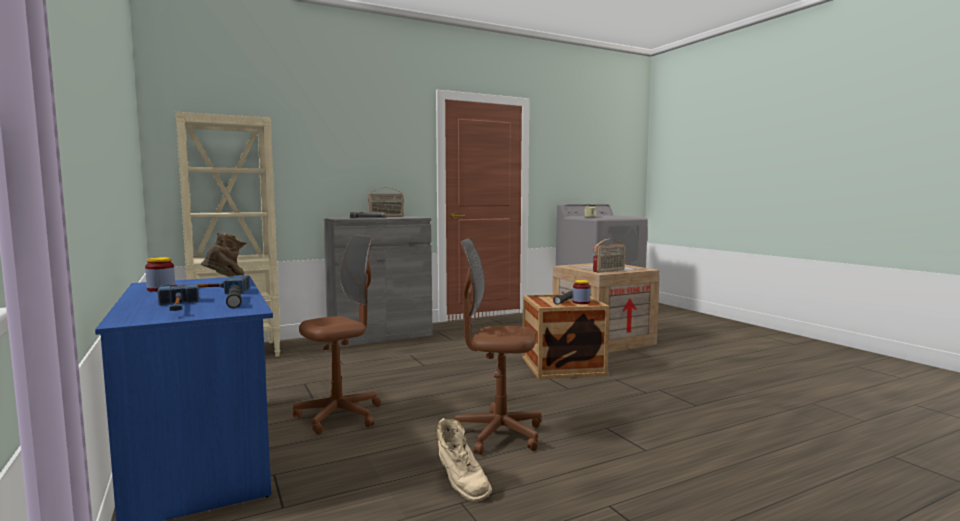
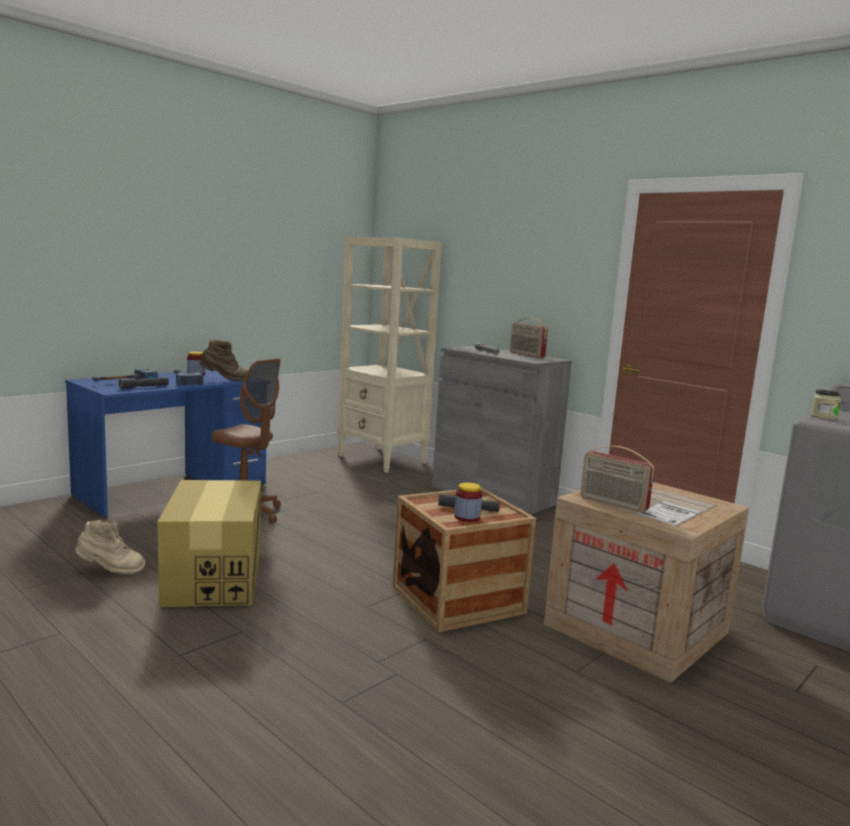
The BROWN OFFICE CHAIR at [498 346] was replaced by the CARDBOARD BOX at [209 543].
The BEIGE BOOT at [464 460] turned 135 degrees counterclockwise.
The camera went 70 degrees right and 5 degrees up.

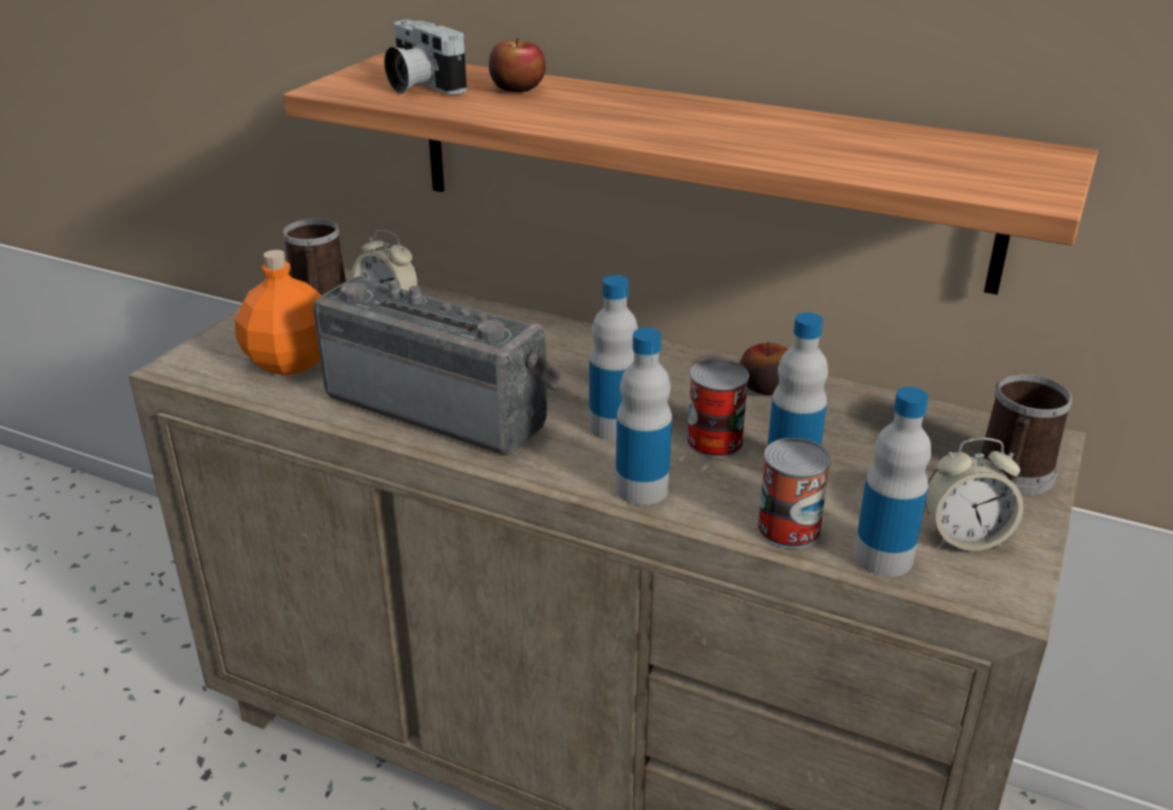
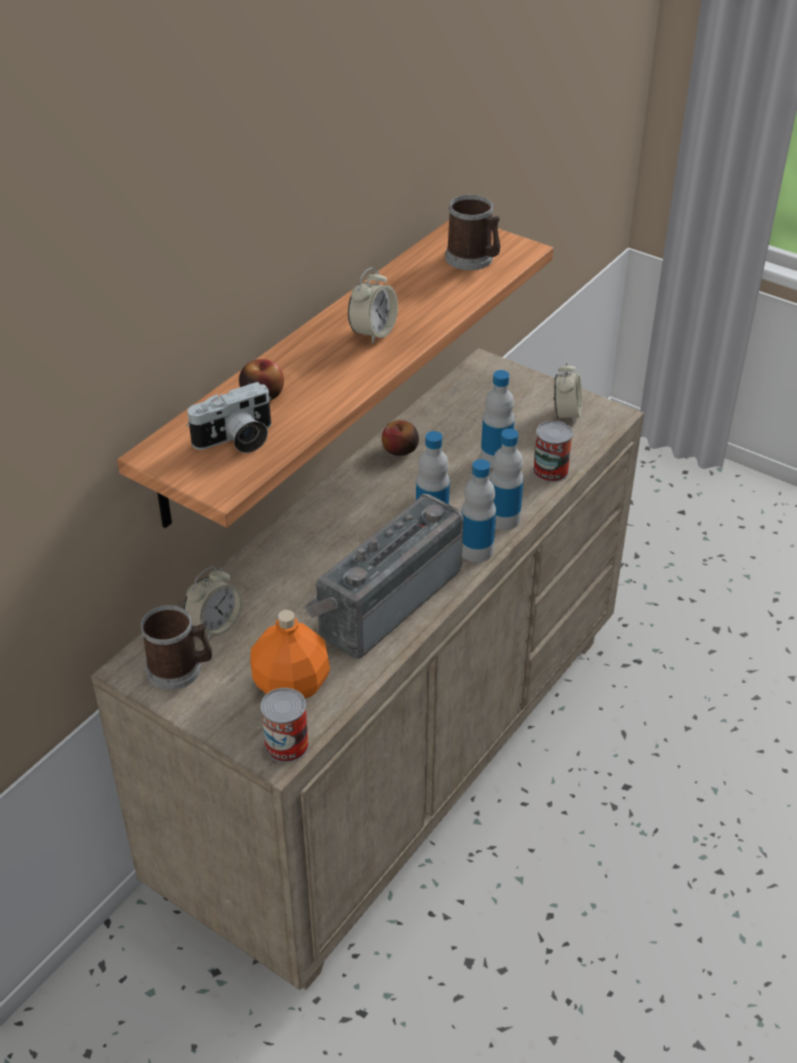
The CAN moved from [717 408] to [284 725].
The MUG moved from [1025 434] to [472 232].
The BOTTLE moved from [892 482] to [479 510].
The ALARM CLOCK at [373 305] appeared.
The camera went 80 degrees left and 10 degrees up.

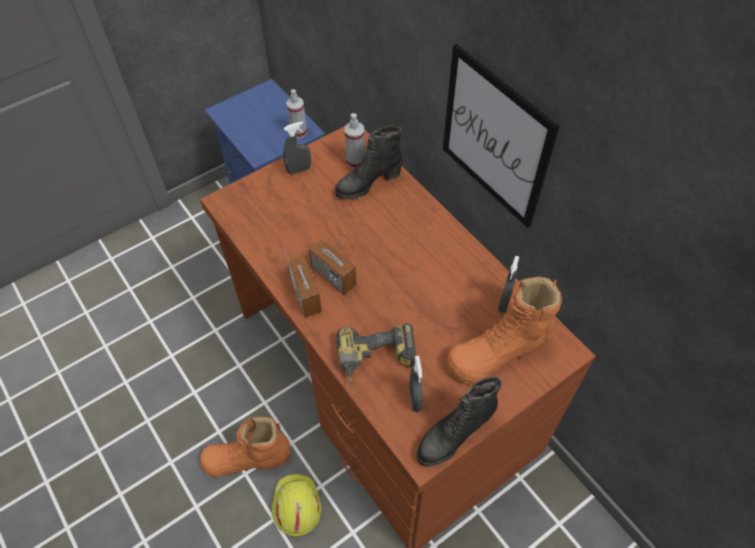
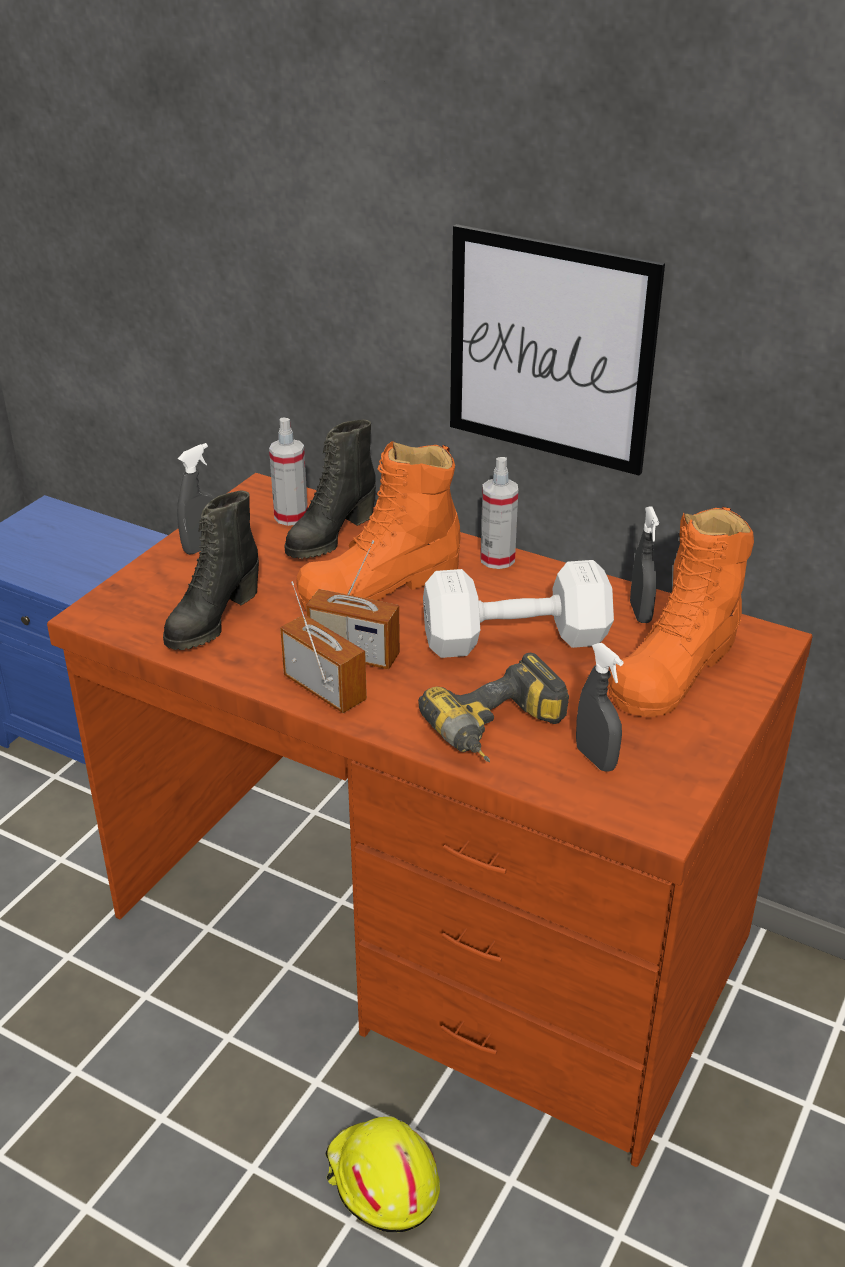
The SPRAY BOTTLE moved from [296 113] to [499 513].
The BLACK BOOT moved from [459 422] to [211 570].
The ORANGE BOOT moved from [245 446] to [378 525].
The WHITE DUMBBELL at [518 609] appeared.
The camera went 25 degrees left and 20 degrees down.

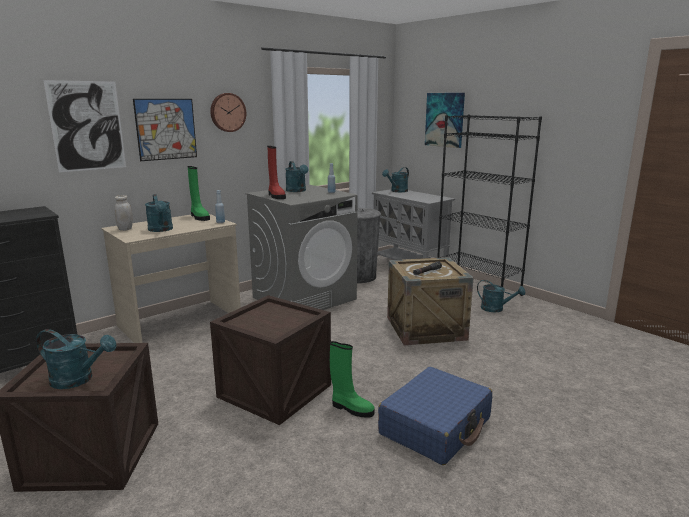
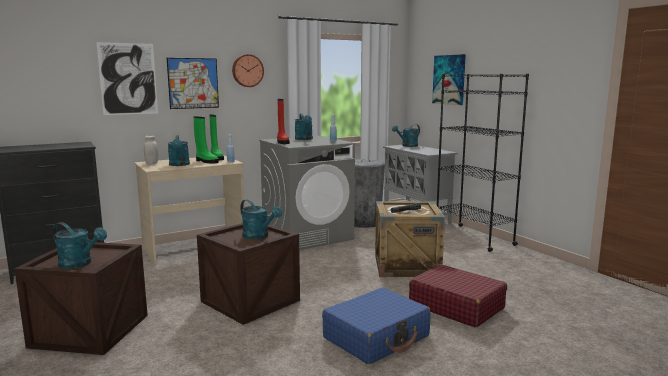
The TURQUOISE WATERING CAN moved from [501 296] to [261 219].
The GREEN BOOT moved from [352 379] to [206 139].
The RED SUITCASE at [458 296] appeared.
The camera went 10 degrees right and 5 degrees down.

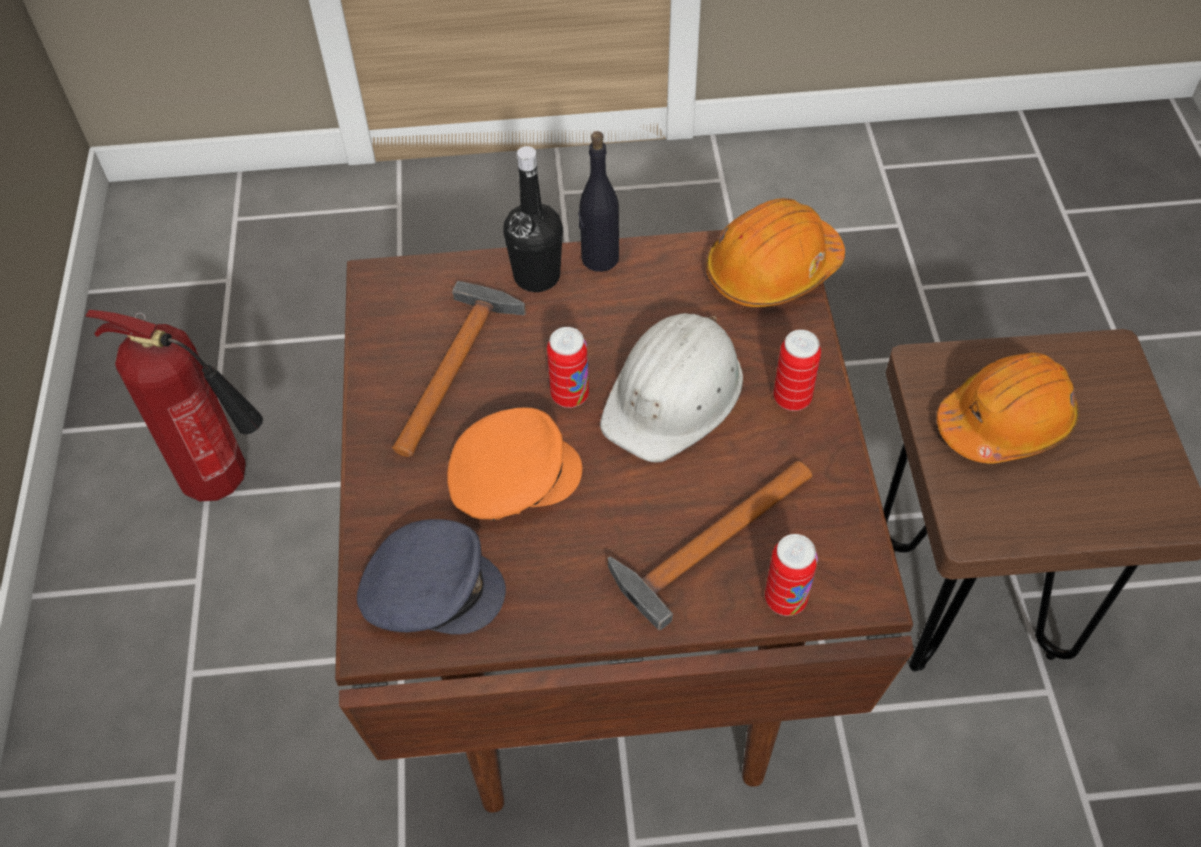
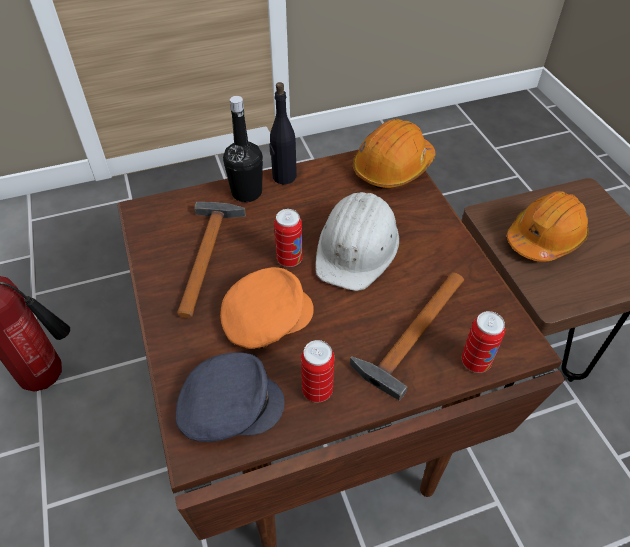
The CAN moved from [797 370] to [317 371].
The camera went 15 degrees left and 5 degrees down.

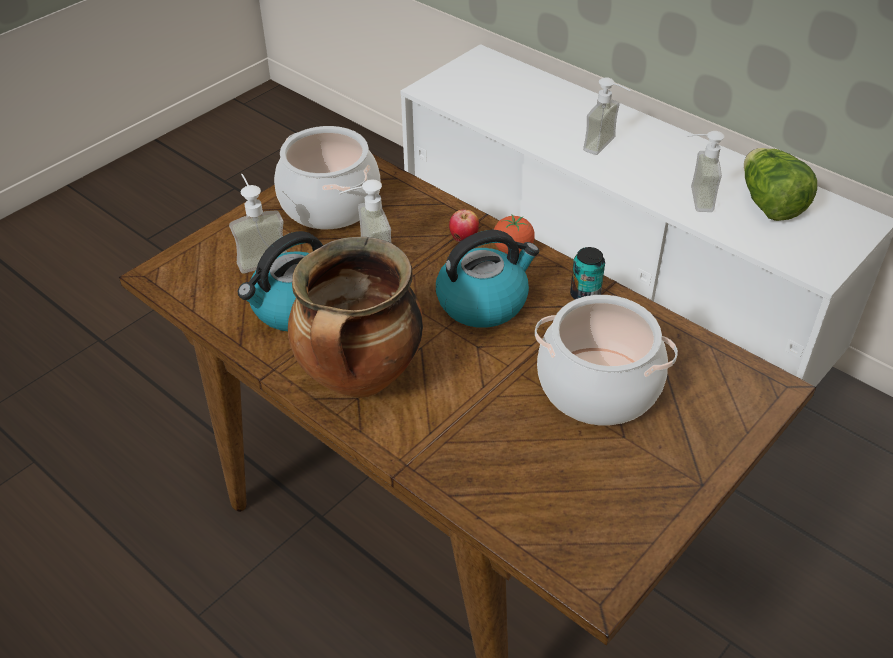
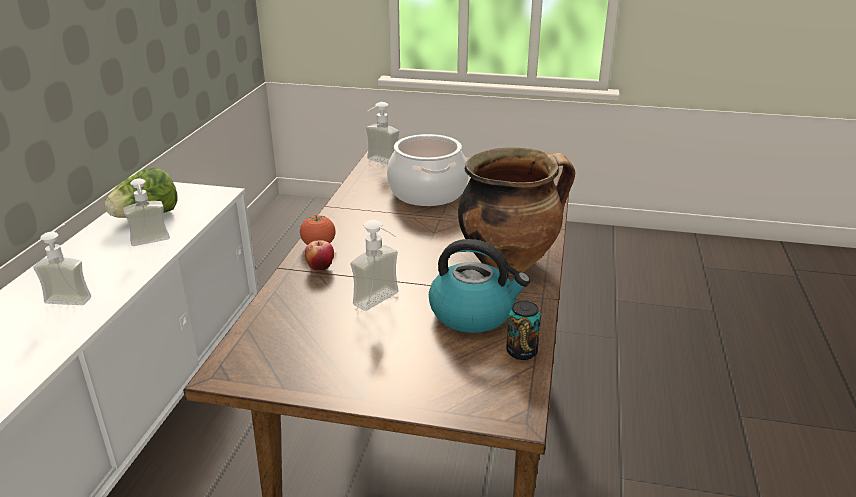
The COOKING POT at [327 177] disappeared.
The SOAP DISPENSER moved from [258 224] to [382 133].
The KETTLE at [487 279] disappeared.
The CAN moved from [587 273] to [523 330].
The camera went 120 degrees left and 15 degrees down.

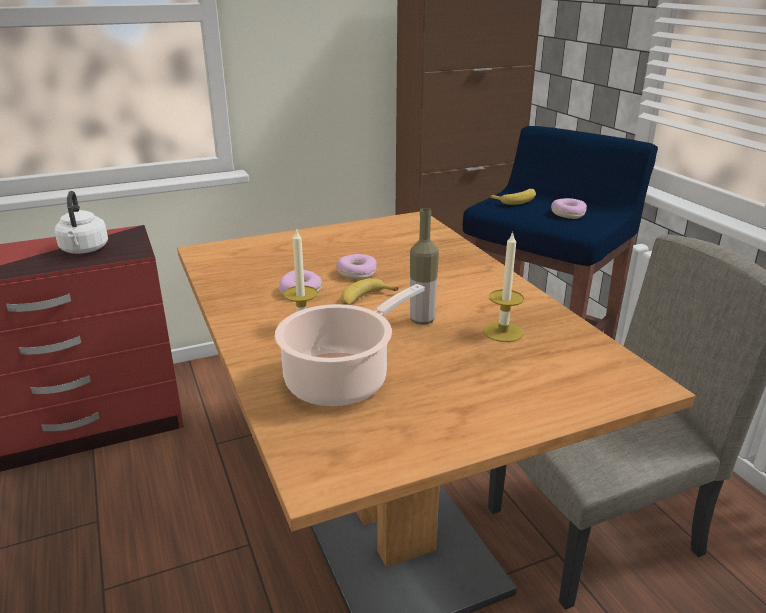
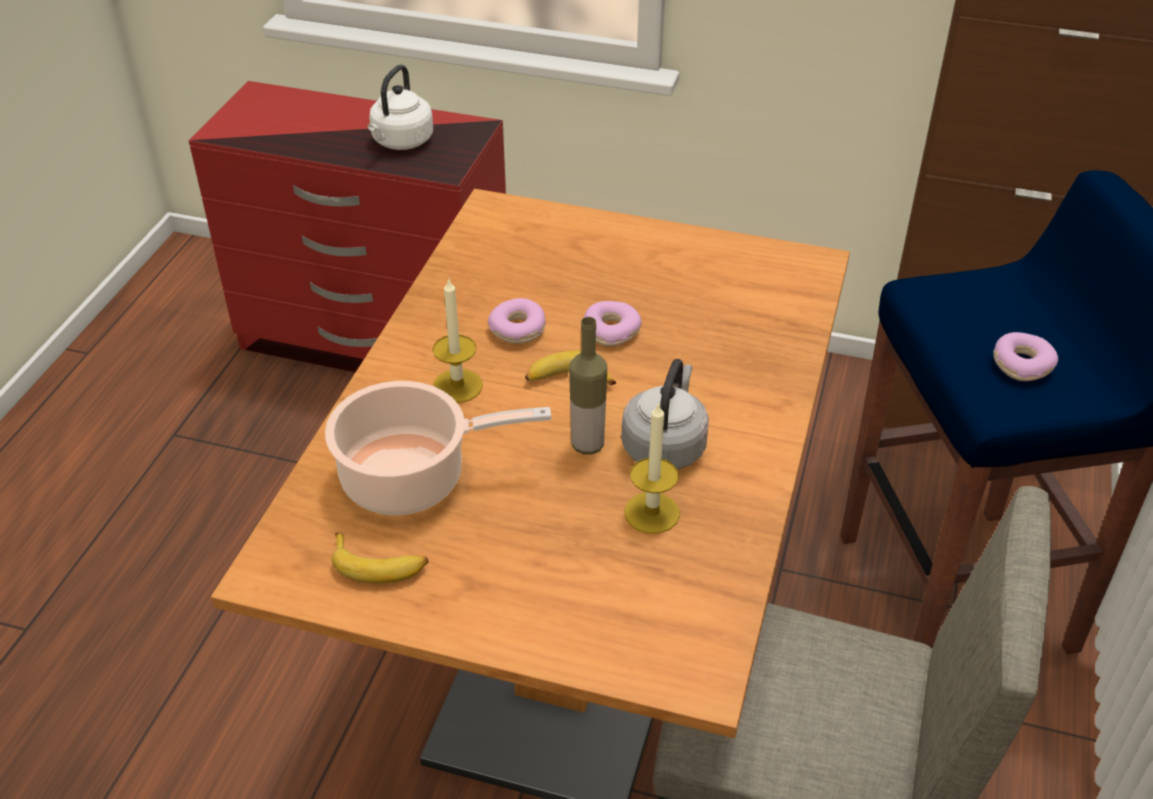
The BANANA moved from [513 197] to [380 557].
The GREY KETTLE at [665 414] appeared.
The camera went 40 degrees right and 15 degrees up.

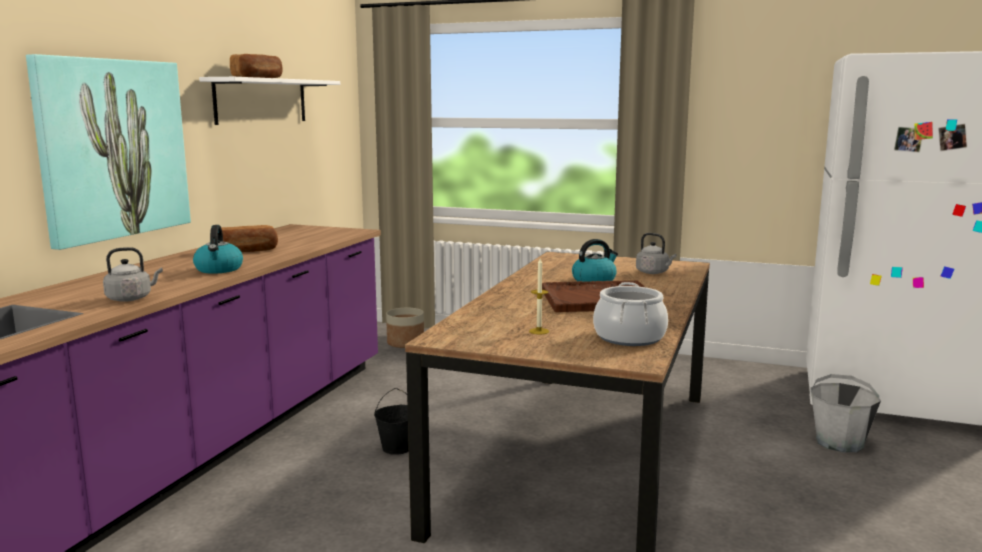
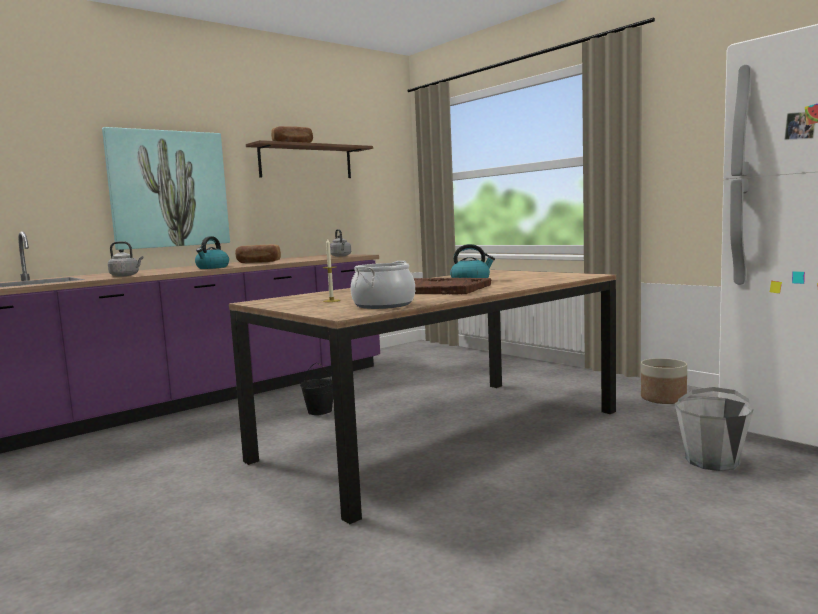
The WHITE SHELF at [269 101] became the BROWN SHELF at [309 159].
The GREY KETTLE moved from [656 253] to [340 243].
The PLANTER moved from [405 328] to [664 381].
The camera went 30 degrees right and 5 degrees down.

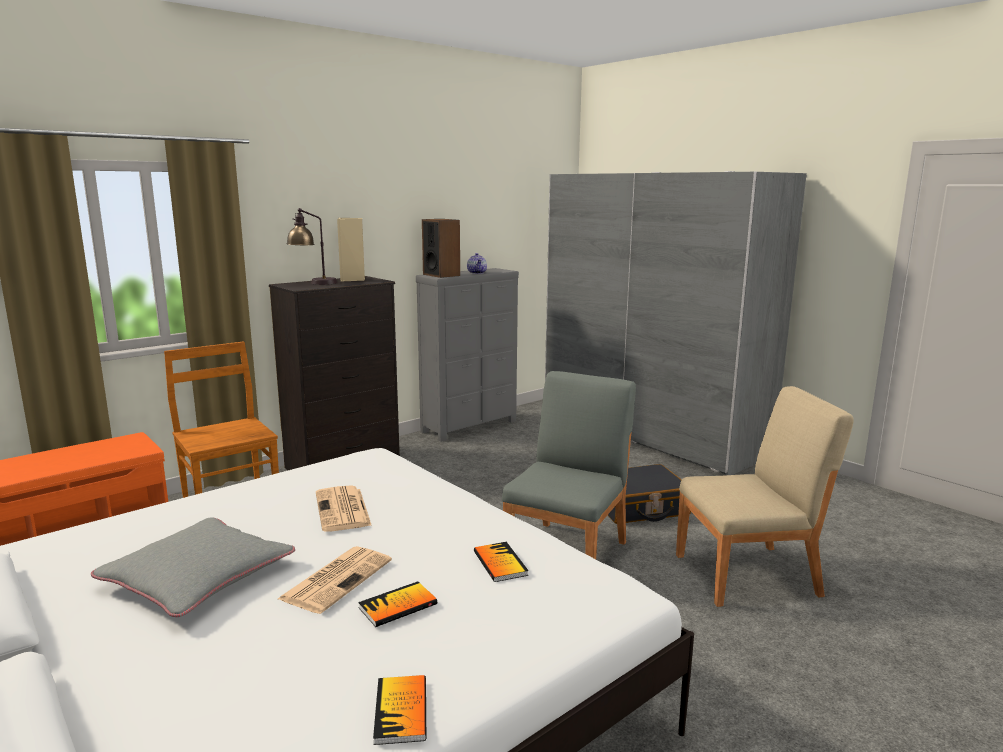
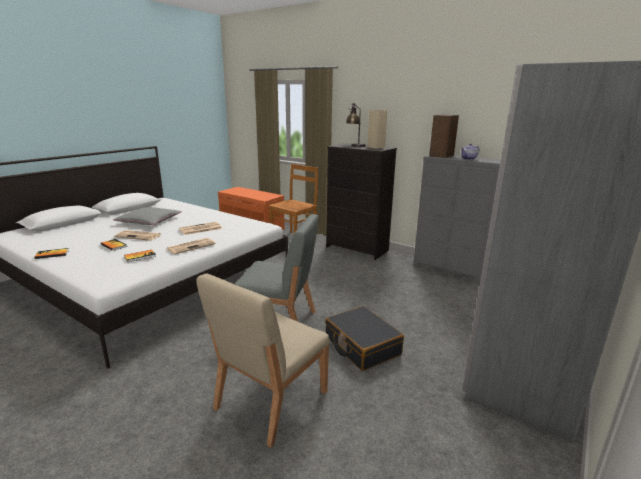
The BEIGE CHAIR at [765 496] turned 60 degrees clockwise.
The NEWSPAPER at [191 246] appeared.
The camera went 75 degrees right and 5 degrees up.

